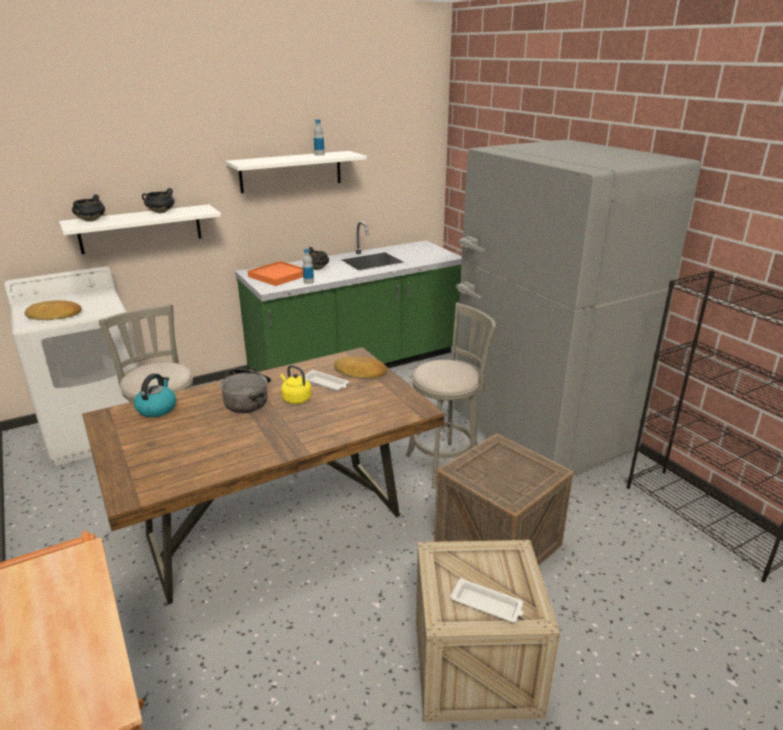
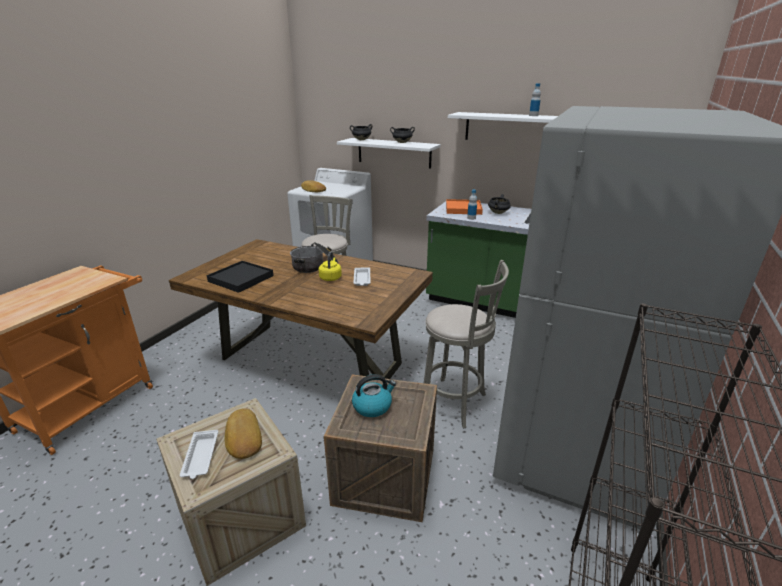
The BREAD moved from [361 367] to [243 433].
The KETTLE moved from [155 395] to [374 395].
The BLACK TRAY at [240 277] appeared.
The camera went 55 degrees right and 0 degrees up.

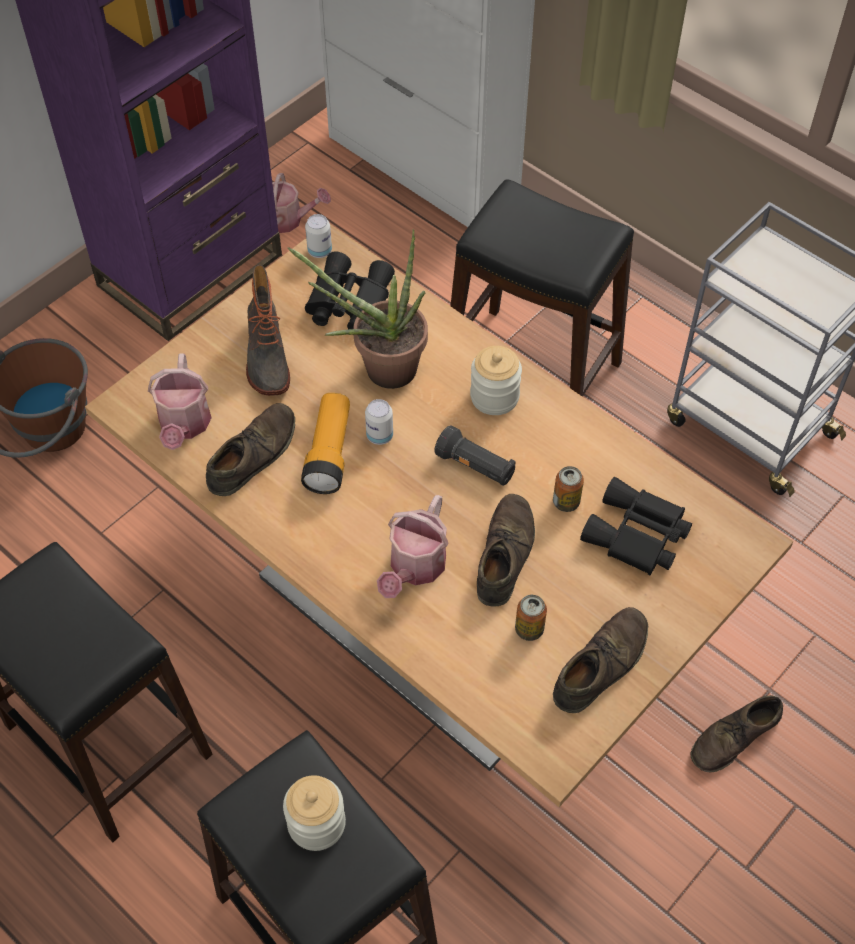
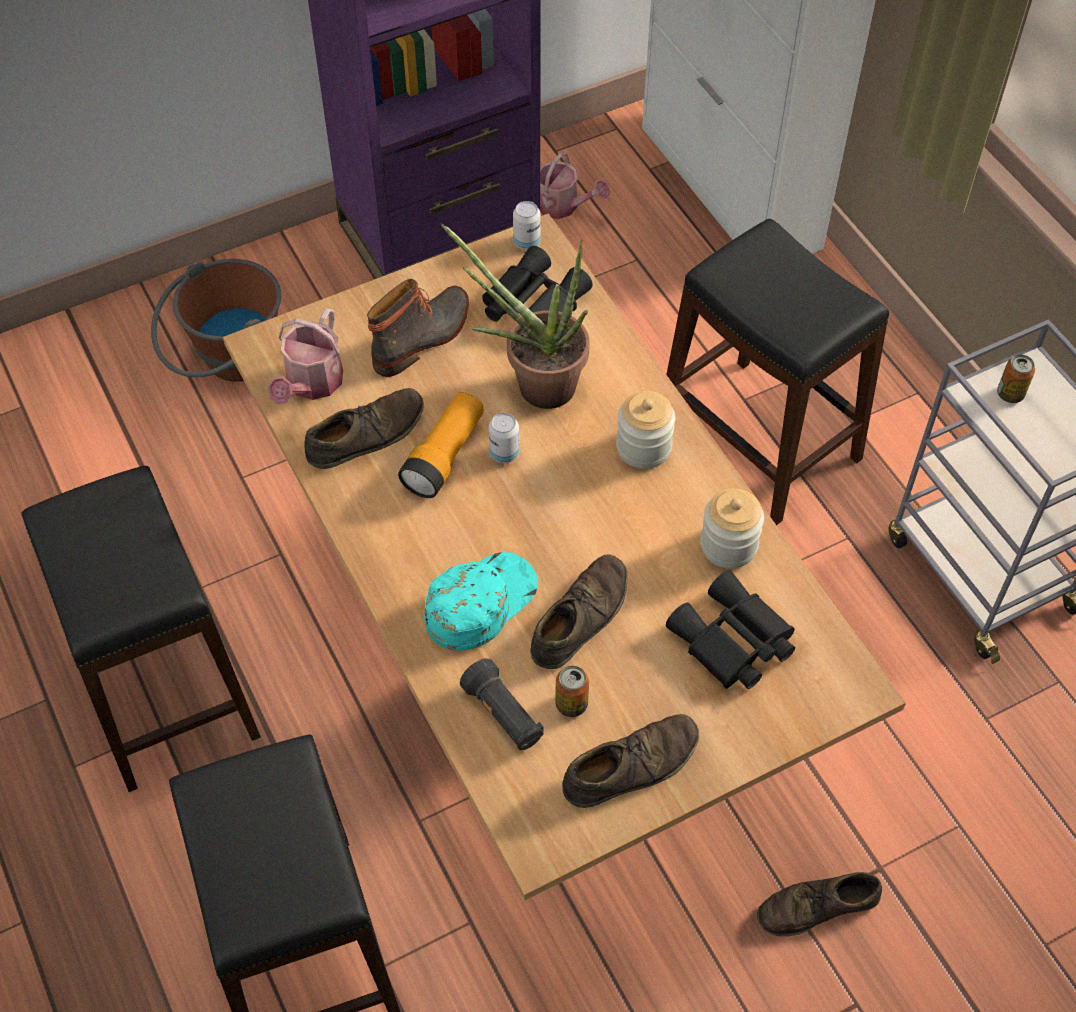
The BOOT at [268 330] turned 150 degrees counterclockwise.
The BLACK FLASHLIGHT moved from [475 456] to [502 704].
The CAN moved from [568 489] to [1016 379].
The WATERING CAN at [413 546] was replaced by the TURQUOISE CAP at [481 601].
The JAR moved from [314 813] to [732 528].
The camera went 20 degrees right and 0 degrees up.

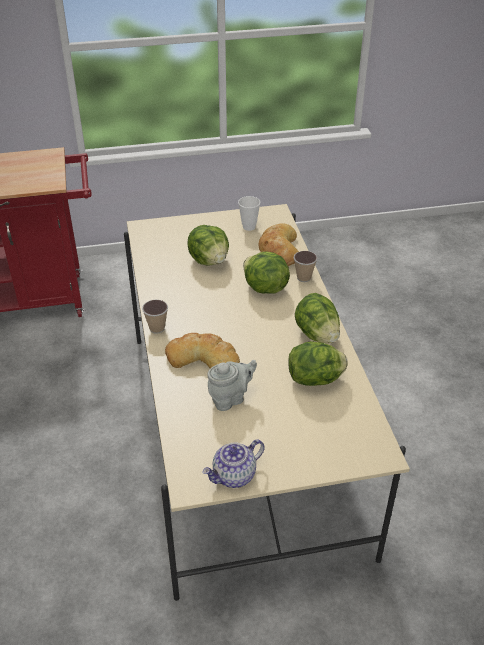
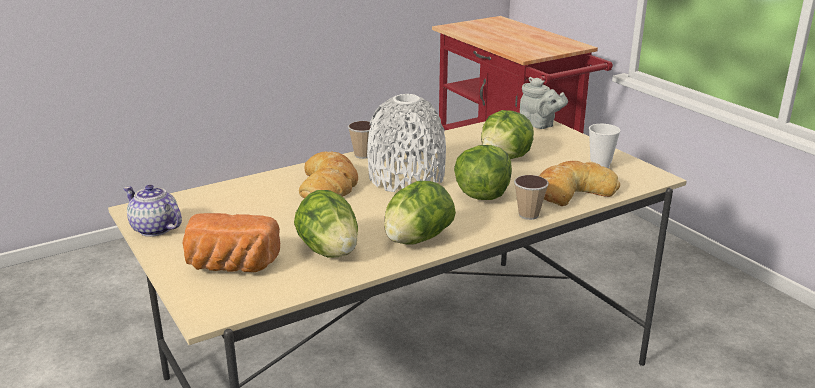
The GREY TEAPOT moved from [232 385] to [544 103].
The WHITE VASE at [406 143] appeared.
The BREAD at [231 242] appeared.
The camera went 70 degrees right and 15 degrees down.

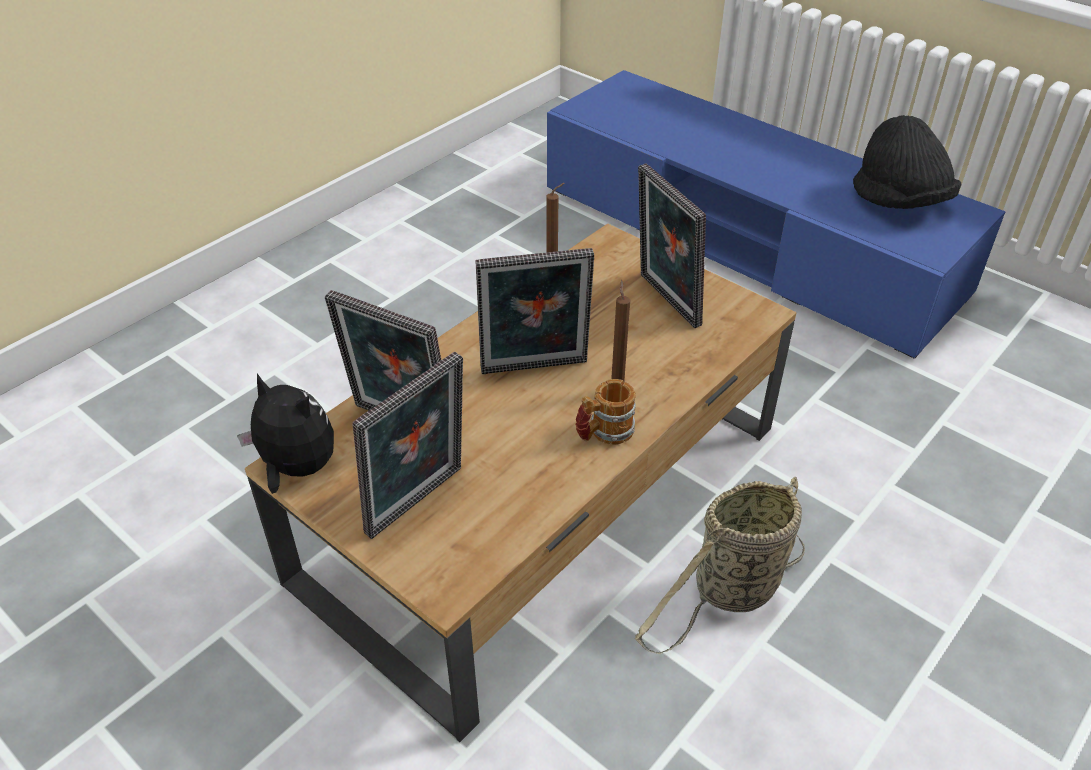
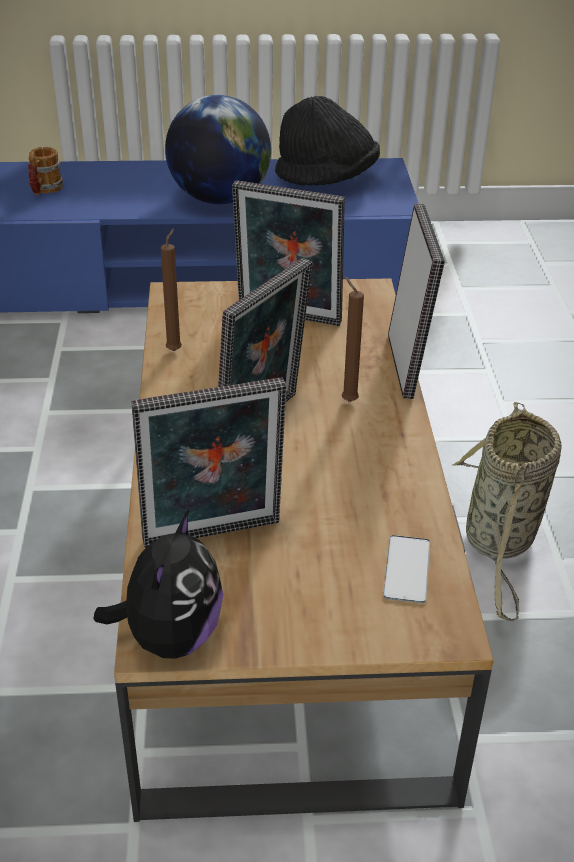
The PICTURE FRAME moved from [408 445] to [416 301].
The PLUSH TOY at [285 433] turned 120 degrees clockwise.
The MUG moved from [605 412] to [46 171].
The GLOBE at [218 149] appeared.
The PHONE at [406 569] appeared.
The camera went 45 degrees left and 5 degrees down.

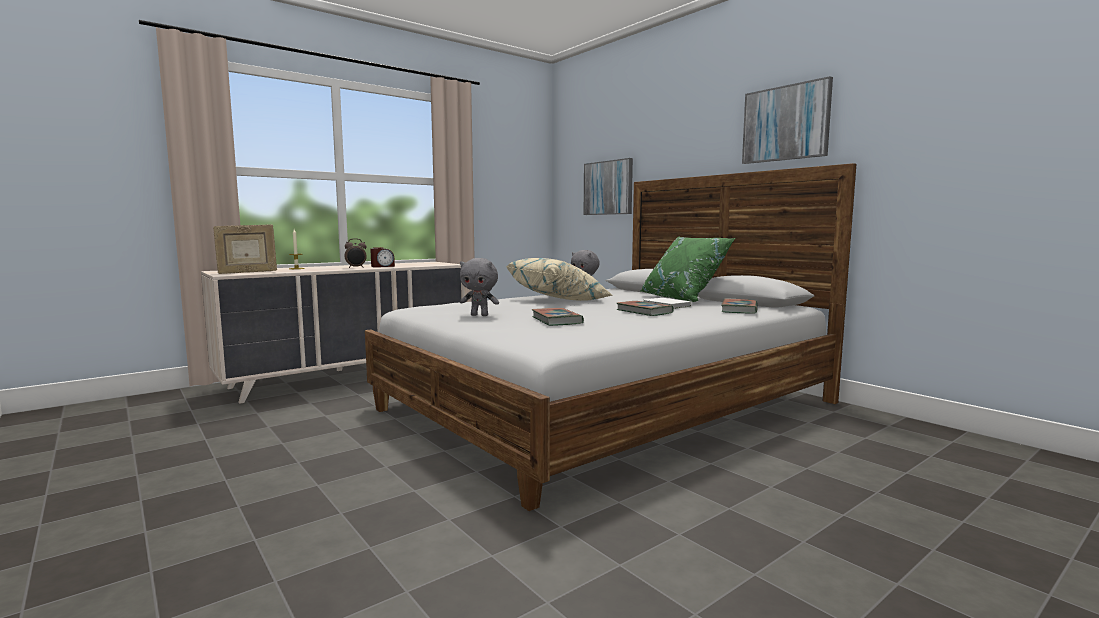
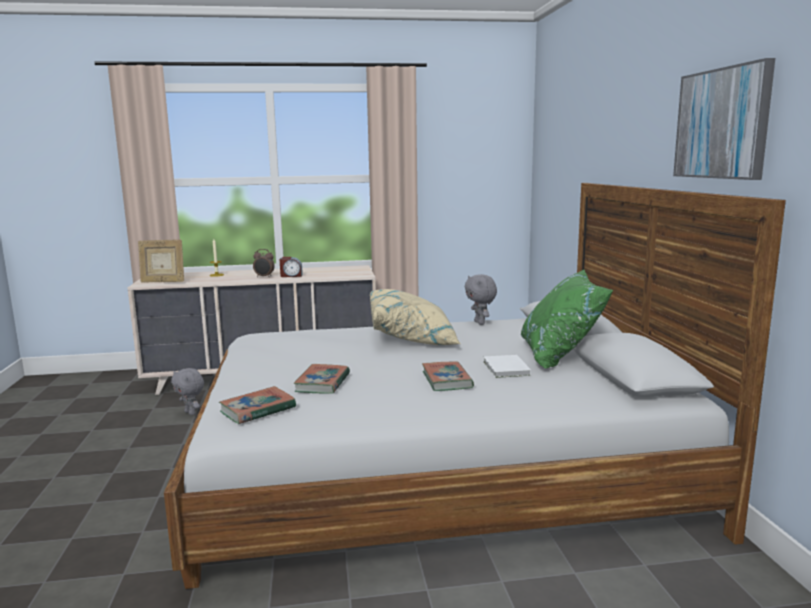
The PICTURE at [608 186] disappeared.
The GREY PLUSH TOY moved from [479 287] to [187 391].
The BOOK moved from [739 305] to [257 405].
The camera went 30 degrees right and 5 degrees up.

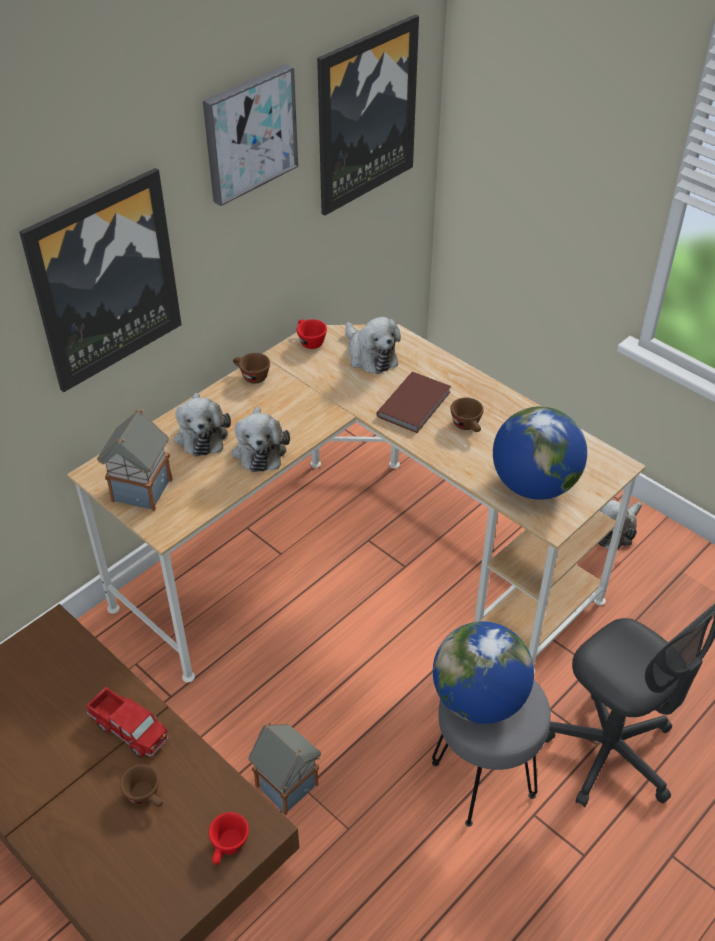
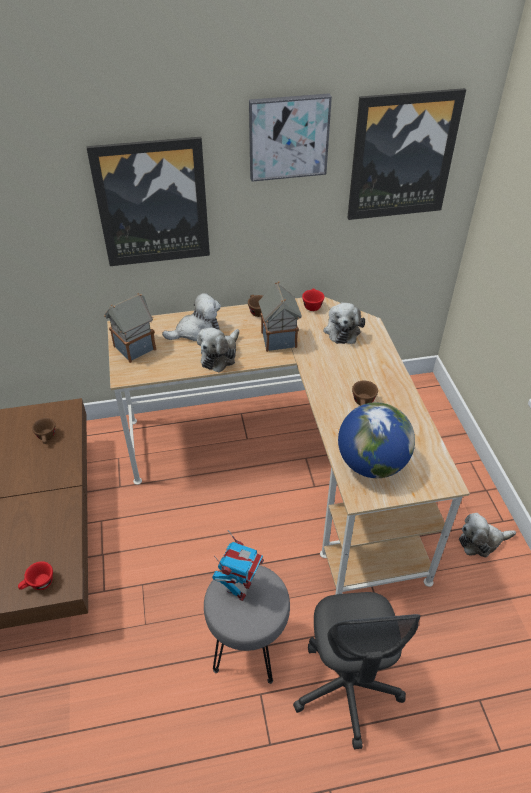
The BROWN BOOK at [413 402] disappeared.
The PLUSH TOY at [202 425] turned 135 degrees counterclockwise.
The GLOBE at [483 672] was replaced by the TOY ROBOT at [238 565].
The TOY TRUCK at [127 722] disappeared.
The TOY HOUSE moved from [285 768] to [280 317].
The BROWN CUP moved from [141 785] to [43 431].
The camera went 35 degrees right and 0 degrees up.

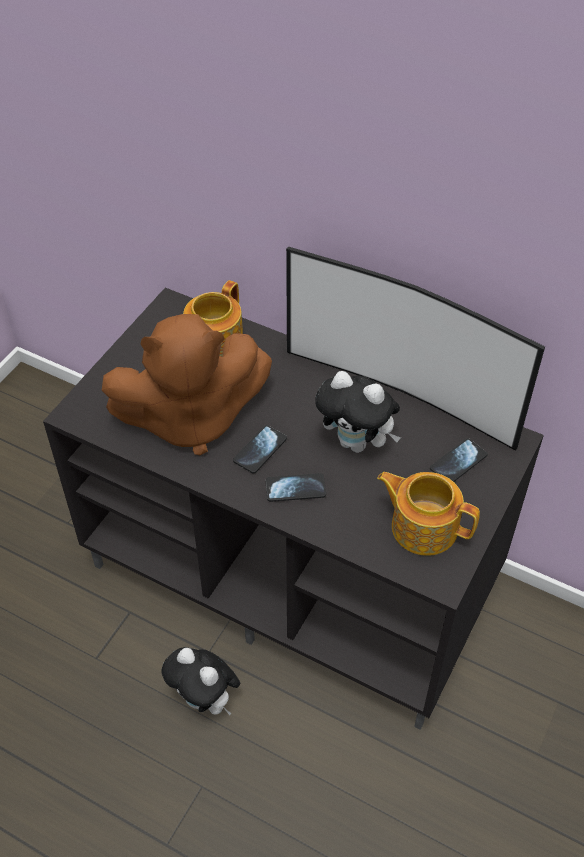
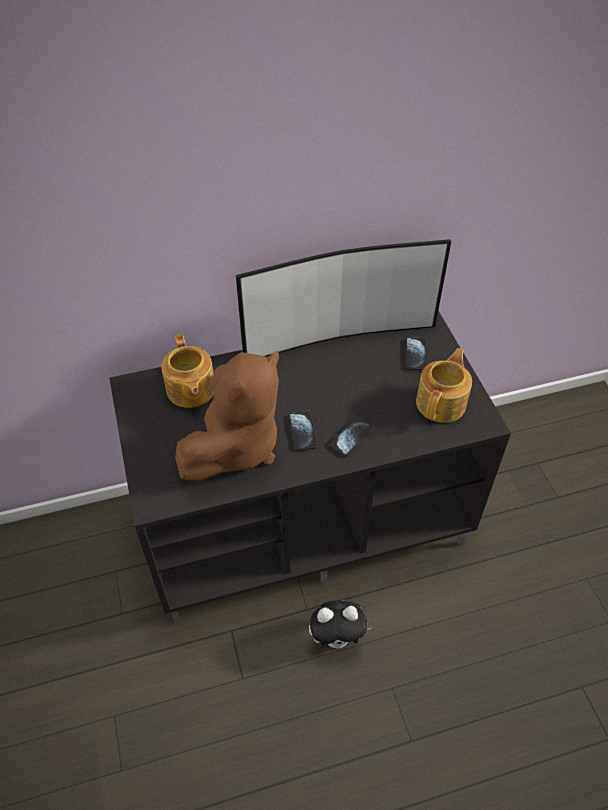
The PLUSH TOY at [358 412] disappeared.
The TEAPOT at [428 514] turned 135 degrees clockwise.
The camera went 45 degrees left and 0 degrees up.

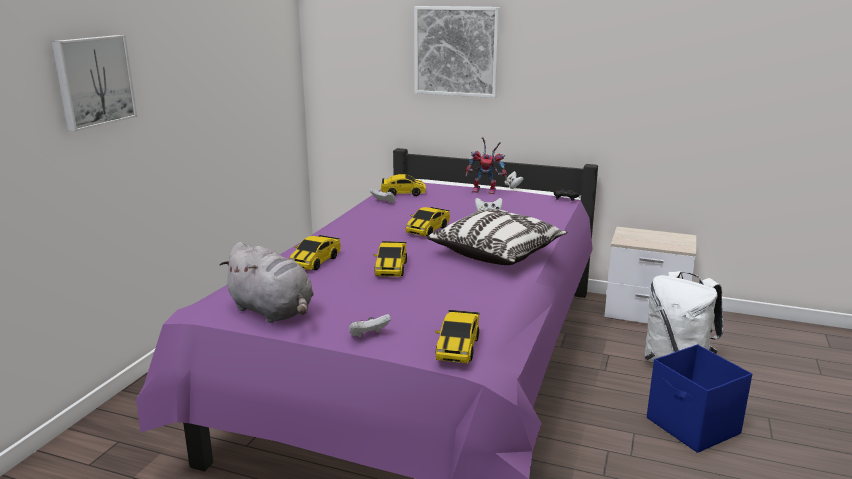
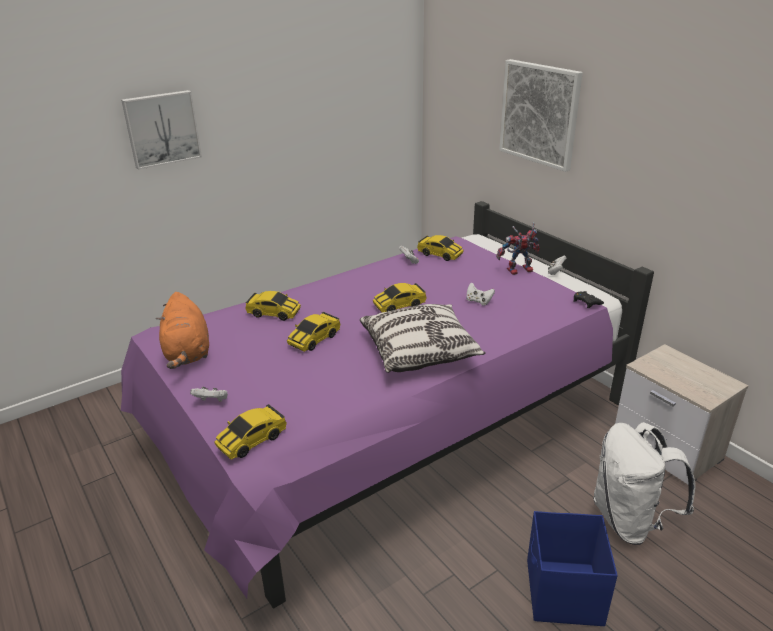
The TOY ROBOT at [486 165] turned 120 degrees clockwise.
The TOY CAR at [315 252] turned 135 degrees counterclockwise.
The GREY PLUSH TOY at [267 282] became the ORANGE PLUSH TOY at [182 330].
The camera went 35 degrees right and 10 degrees up.

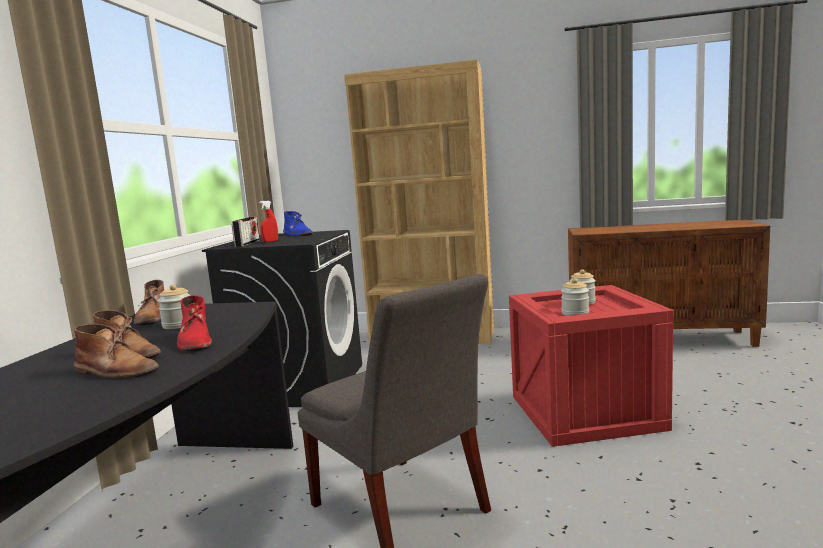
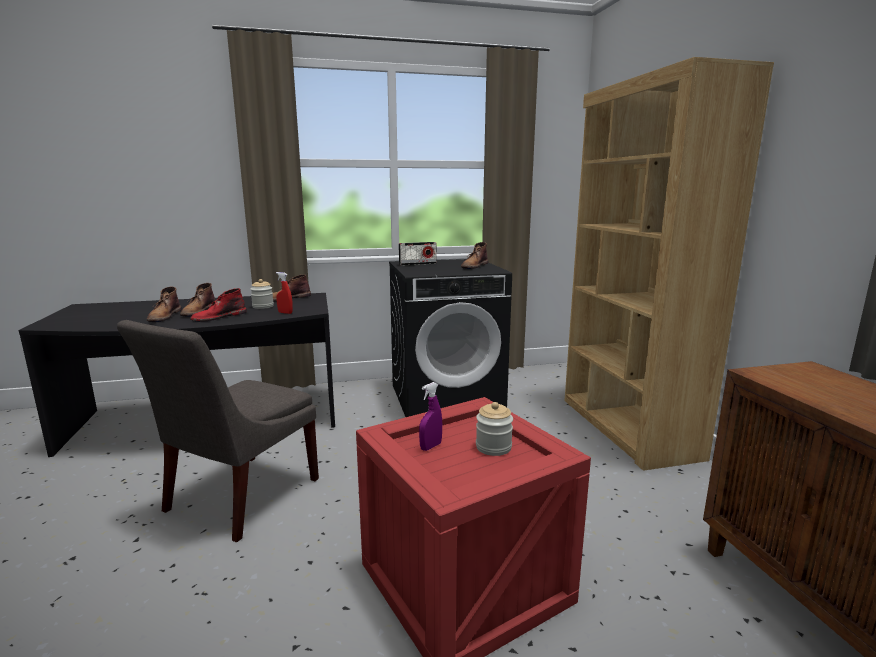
The RED SPRAY BOTTLE moved from [268 221] to [284 293].
The BLUE BOOT at [298 223] became the BROWN BOOT at [474 255].
The JAR at [575 297] was replaced by the PURPLE SPRAY BOTTLE at [430 416].
The camera went 65 degrees right and 5 degrees up.

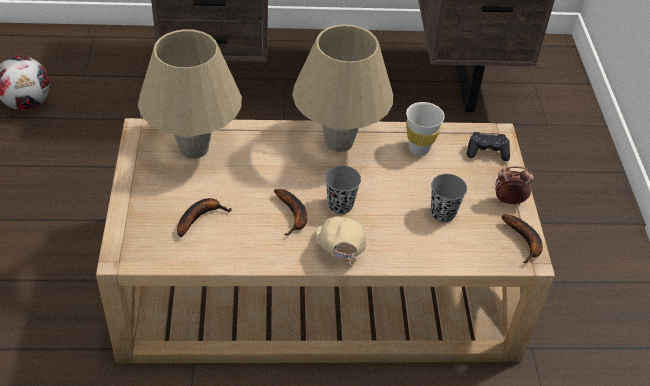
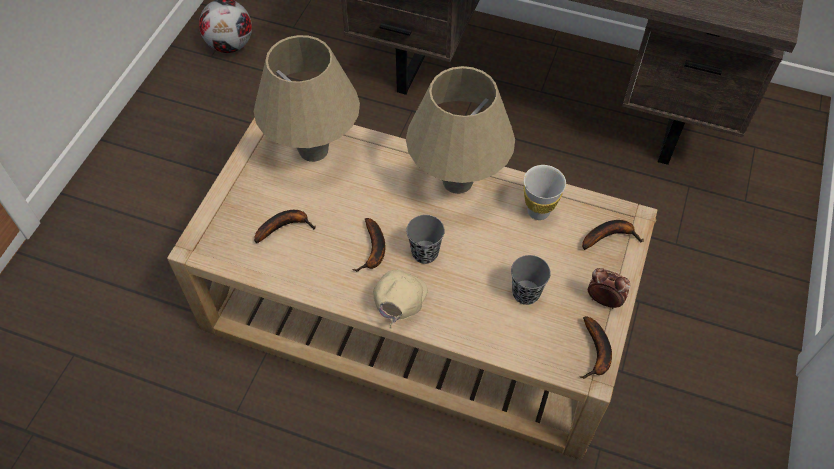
The BLACK GAME CONTROLLER at [488 146] was replaced by the BANANA at [613 235].
The camera went 25 degrees right and 10 degrees up.

